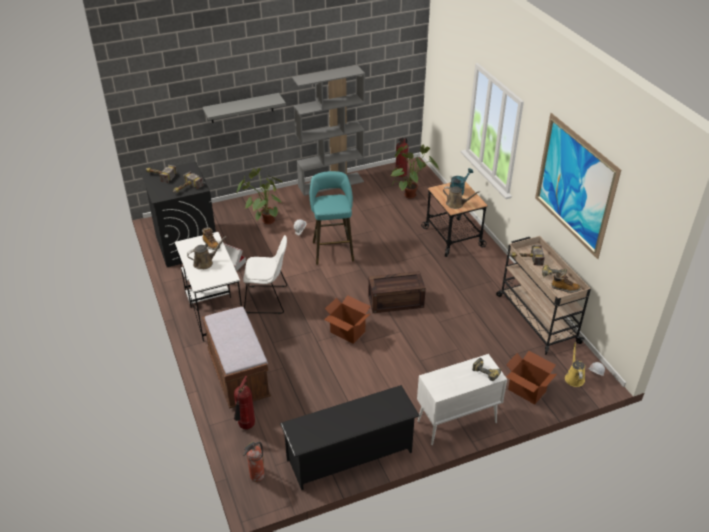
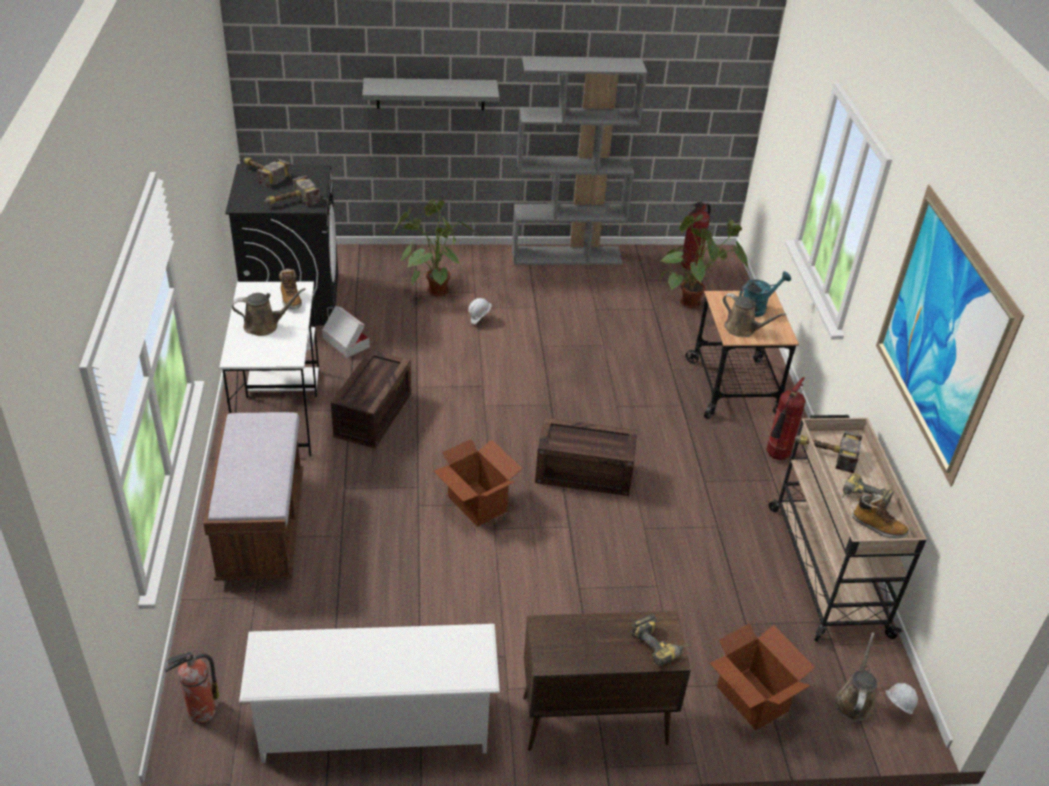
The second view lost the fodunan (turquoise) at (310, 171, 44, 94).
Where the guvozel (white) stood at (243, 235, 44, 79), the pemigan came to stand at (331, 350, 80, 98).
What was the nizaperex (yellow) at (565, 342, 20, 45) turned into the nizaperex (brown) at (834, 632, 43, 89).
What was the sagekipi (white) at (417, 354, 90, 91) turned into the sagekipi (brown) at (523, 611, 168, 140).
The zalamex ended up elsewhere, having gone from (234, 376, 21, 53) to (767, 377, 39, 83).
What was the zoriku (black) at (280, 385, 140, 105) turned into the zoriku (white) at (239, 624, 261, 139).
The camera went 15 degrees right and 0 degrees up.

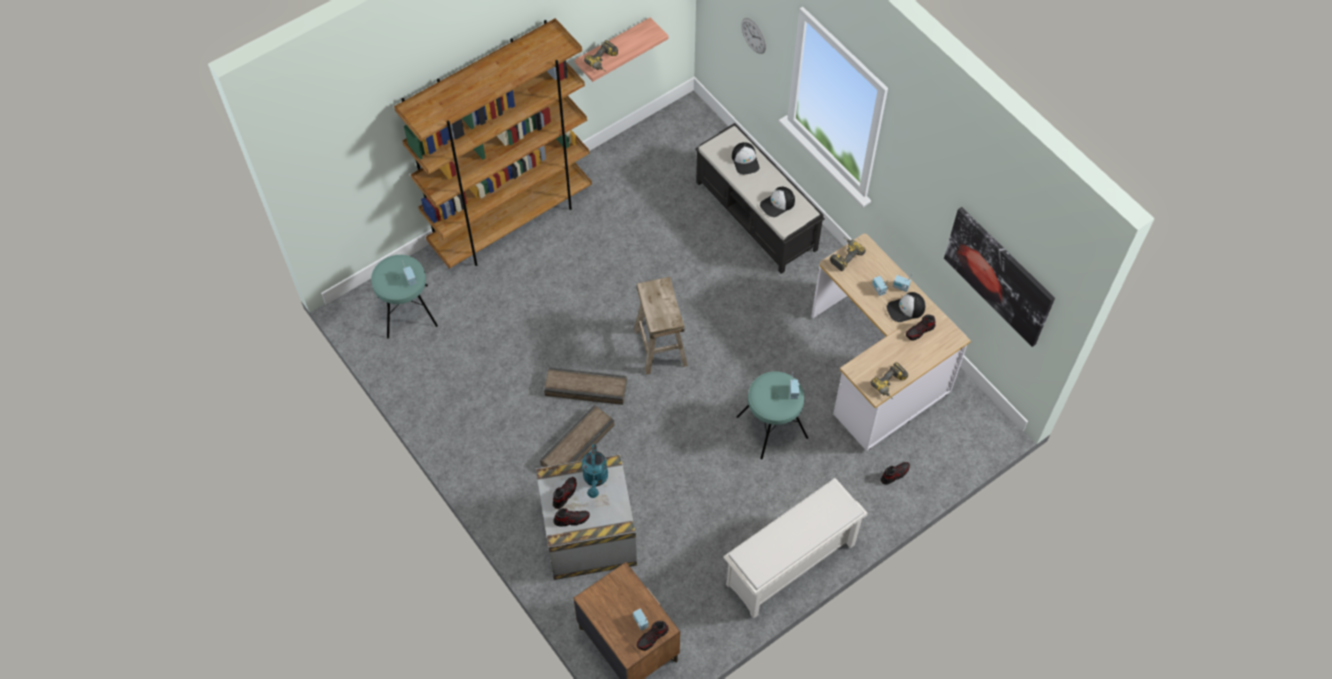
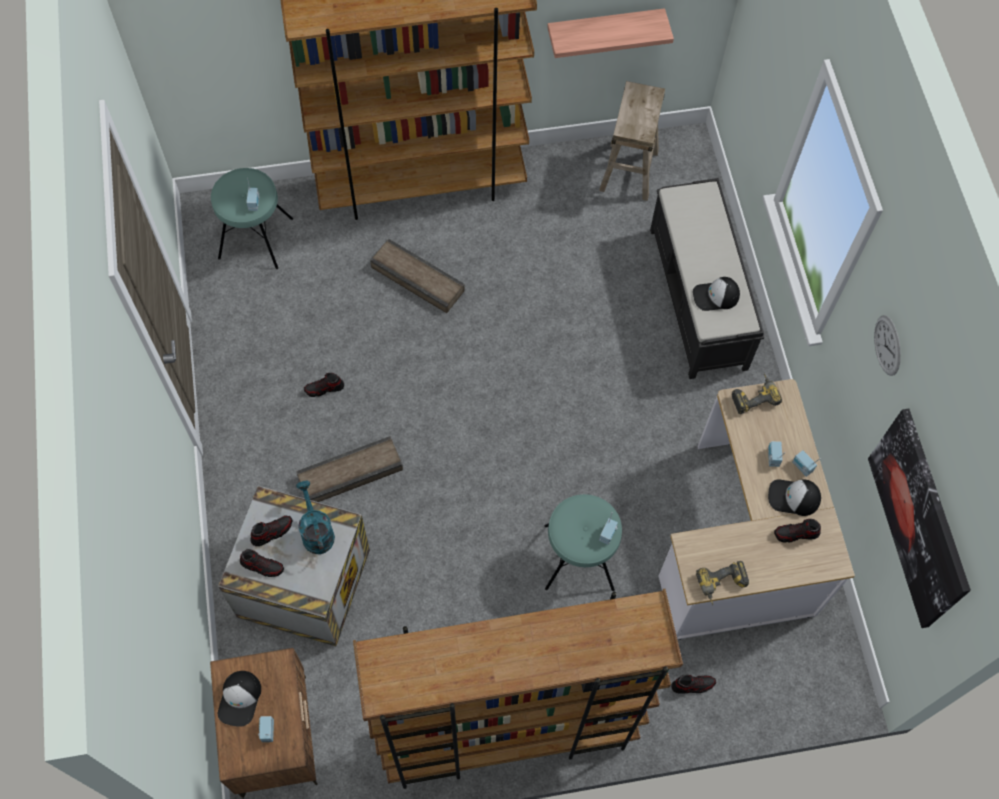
The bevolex ended up elsewhere, having gone from (741, 18, 25, 36) to (874, 315, 27, 61).
The second view lost the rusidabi at (584, 40, 34, 32).
The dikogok ended up elsewhere, having gone from (732, 142, 28, 33) to (217, 671, 44, 56).
The fodunan (beige) ended up elsewhere, having gone from (634, 277, 54, 98) to (599, 81, 66, 120).
The pemigan ended up elsewhere, having gone from (544, 367, 83, 38) to (370, 238, 95, 75).
The nizaperex (turquoise) at (582, 444, 26, 54) ended up facing another way, 135 degrees clockwise from before.
Where the zoriku (white) stood at (723, 478, 144, 141), the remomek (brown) came to stand at (353, 589, 330, 200).
The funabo ended up elsewhere, having gone from (637, 621, 32, 30) to (304, 373, 40, 24).
The camera went 25 degrees right and 5 degrees up.

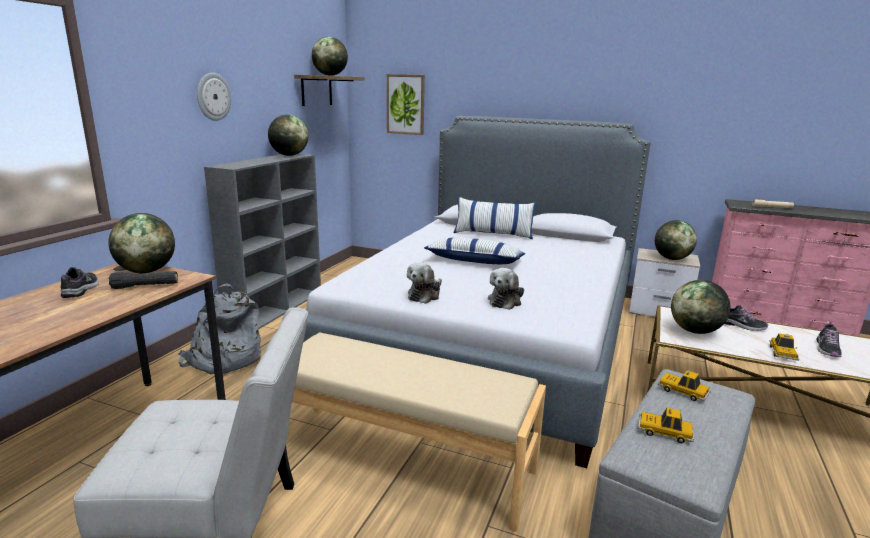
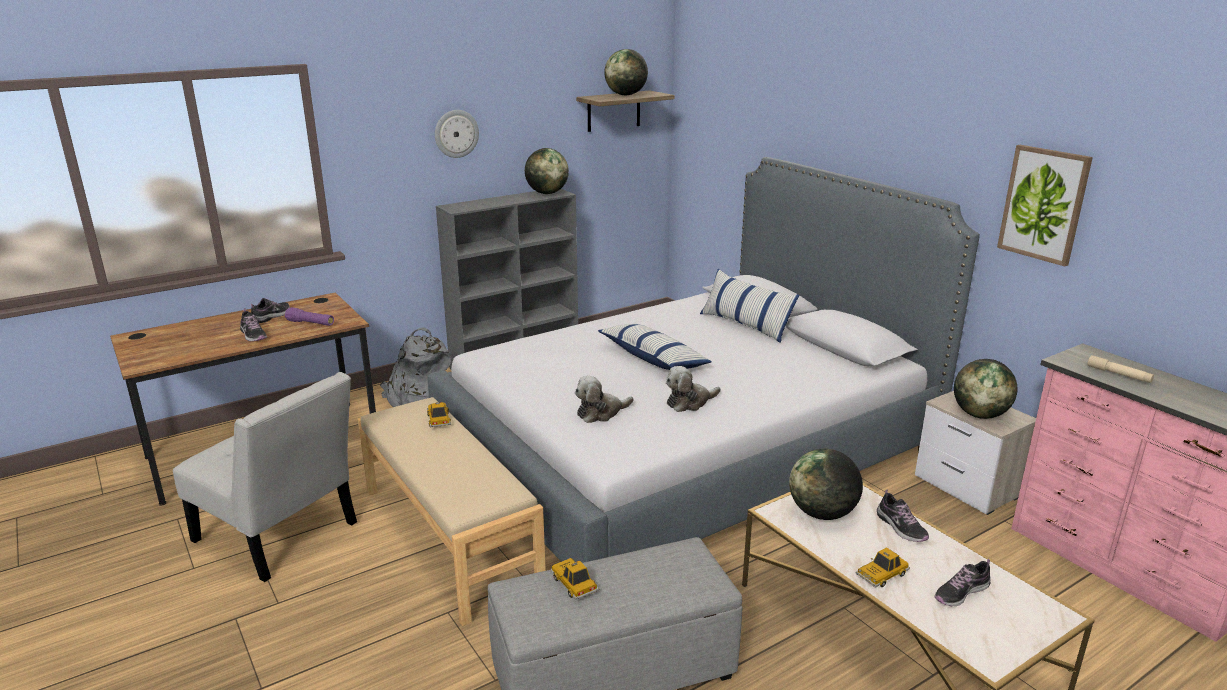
The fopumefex ended up elsewhere, having gone from (387, 74, 38, 61) to (997, 145, 96, 121).
The second view lost the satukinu at (108, 213, 67, 60).
The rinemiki ended up elsewhere, having gone from (407, 262, 35, 42) to (666, 366, 55, 46).
What was the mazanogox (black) at (109, 271, 69, 18) turned into the mazanogox (purple) at (285, 307, 49, 19).
The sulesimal ended up elsewhere, having gone from (657, 370, 54, 31) to (427, 402, 24, 25).
The second view gained the funabo at (240, 309, 27, 32).
The camera went 35 degrees right and 5 degrees up.

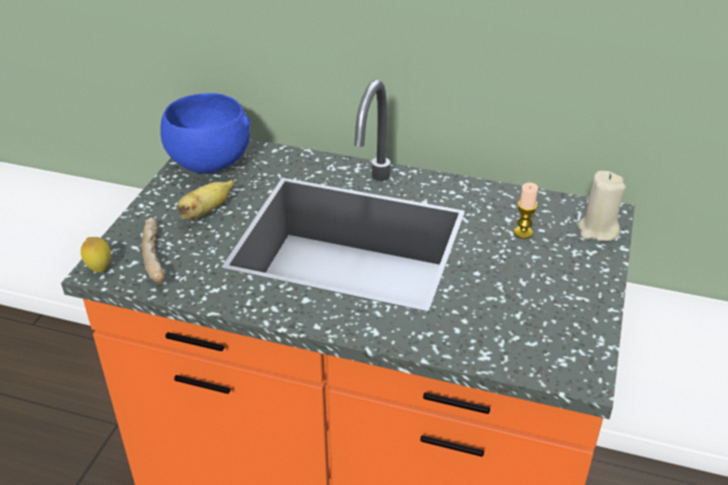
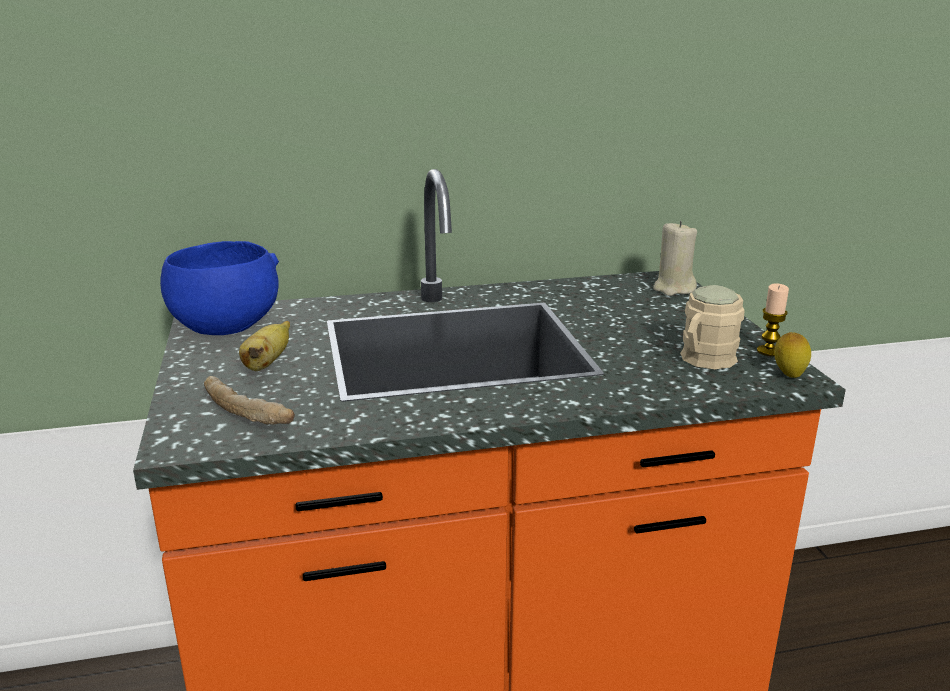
The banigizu ended up elsewhere, having gone from (514, 182, 24, 57) to (757, 283, 32, 73).
The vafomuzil ended up elsewhere, having gone from (81, 237, 30, 36) to (774, 332, 37, 46).
The second view gained the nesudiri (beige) at (680, 285, 64, 84).
The camera went 30 degrees left and 15 degrees down.

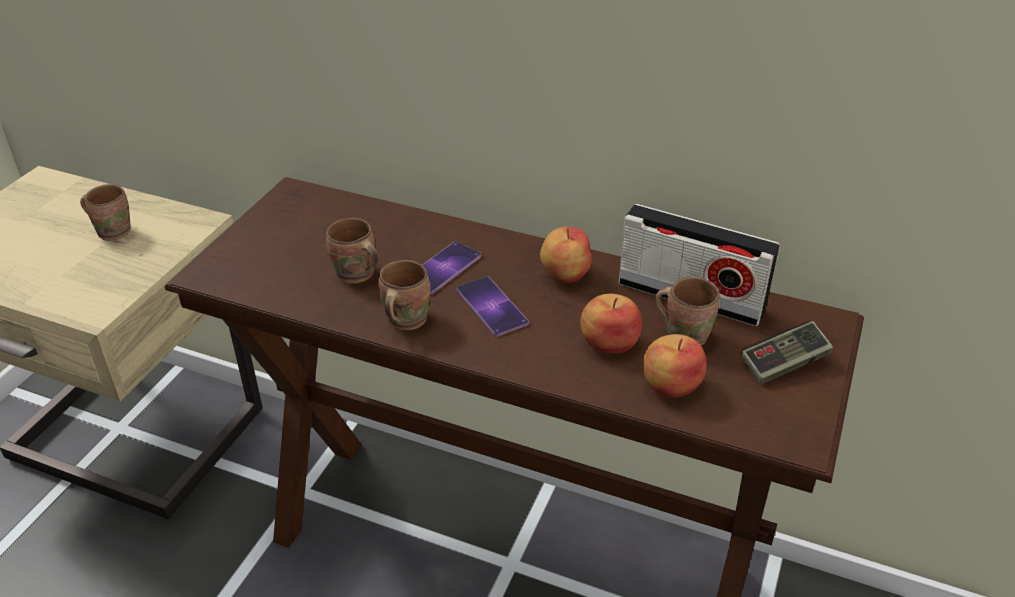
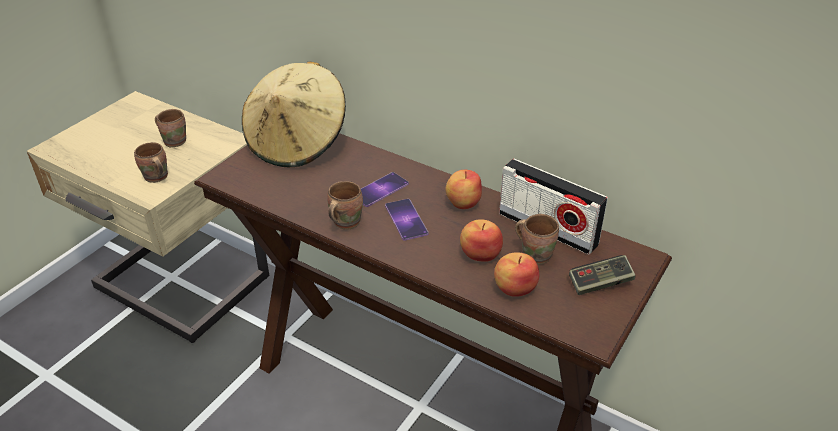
The nesudiri (brown) ended up elsewhere, having gone from (326, 218, 53, 66) to (134, 142, 34, 41).
The second view gained the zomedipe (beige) at (242, 61, 104, 106).
The camera went 10 degrees right and 0 degrees up.

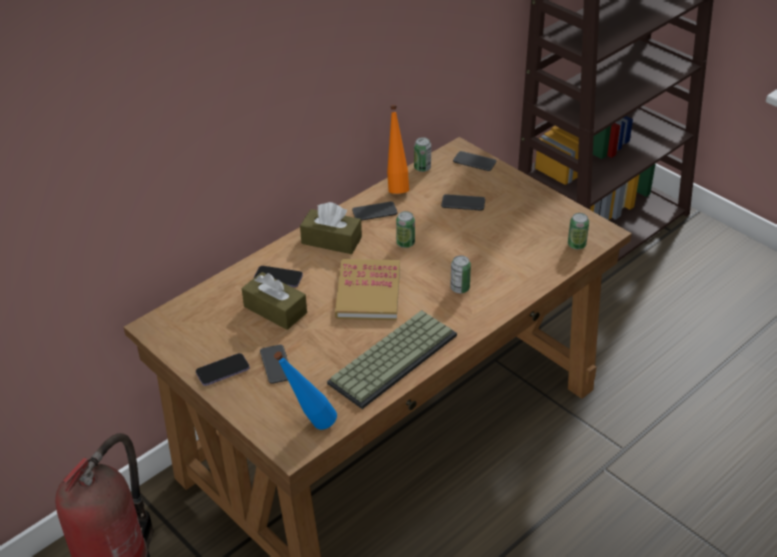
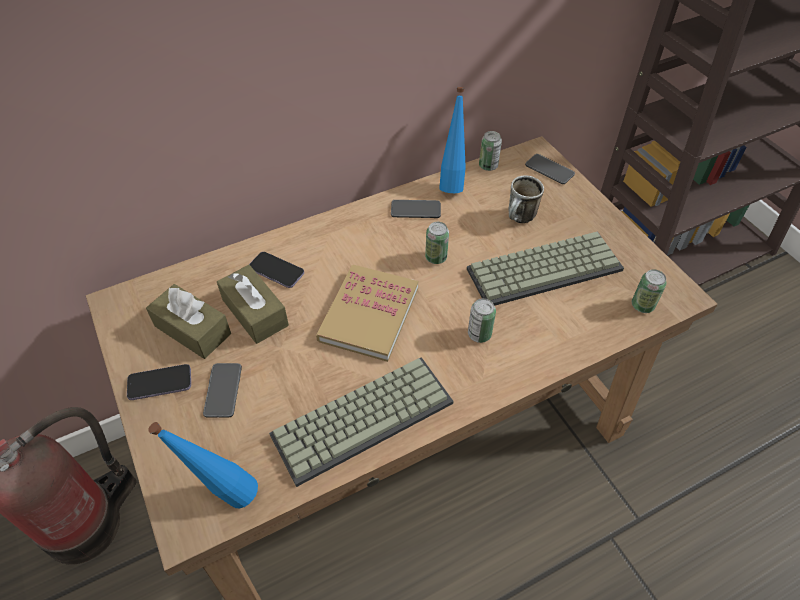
What was the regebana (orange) at (387, 105, 22, 89) turned into the regebana (blue) at (439, 87, 27, 106).
Where the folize stood at (441, 194, 44, 17), the nesudiri came to stand at (508, 175, 36, 48).
The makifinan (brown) ended up elsewhere, having gone from (300, 202, 62, 52) to (146, 284, 85, 75).
The second view gained the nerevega at (467, 231, 157, 75).
The camera went 15 degrees right and 10 degrees up.

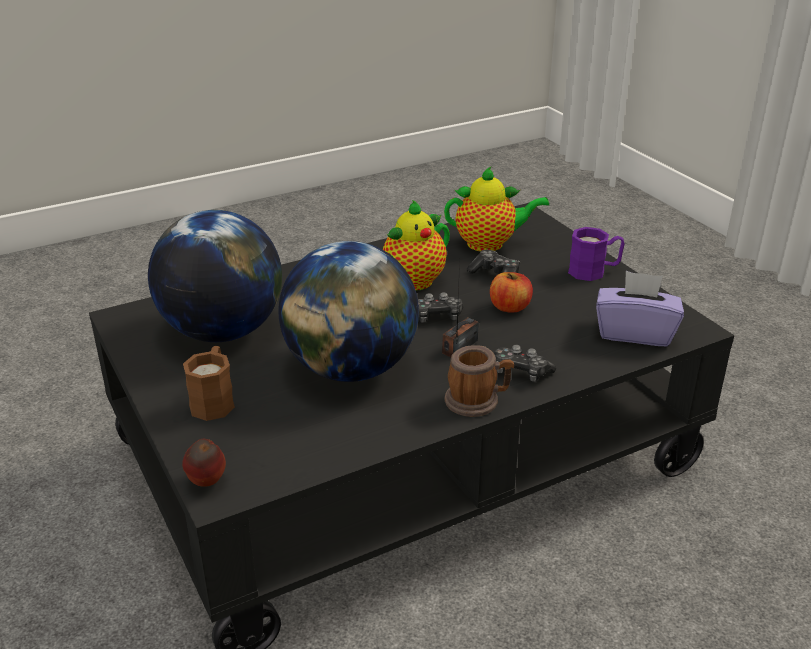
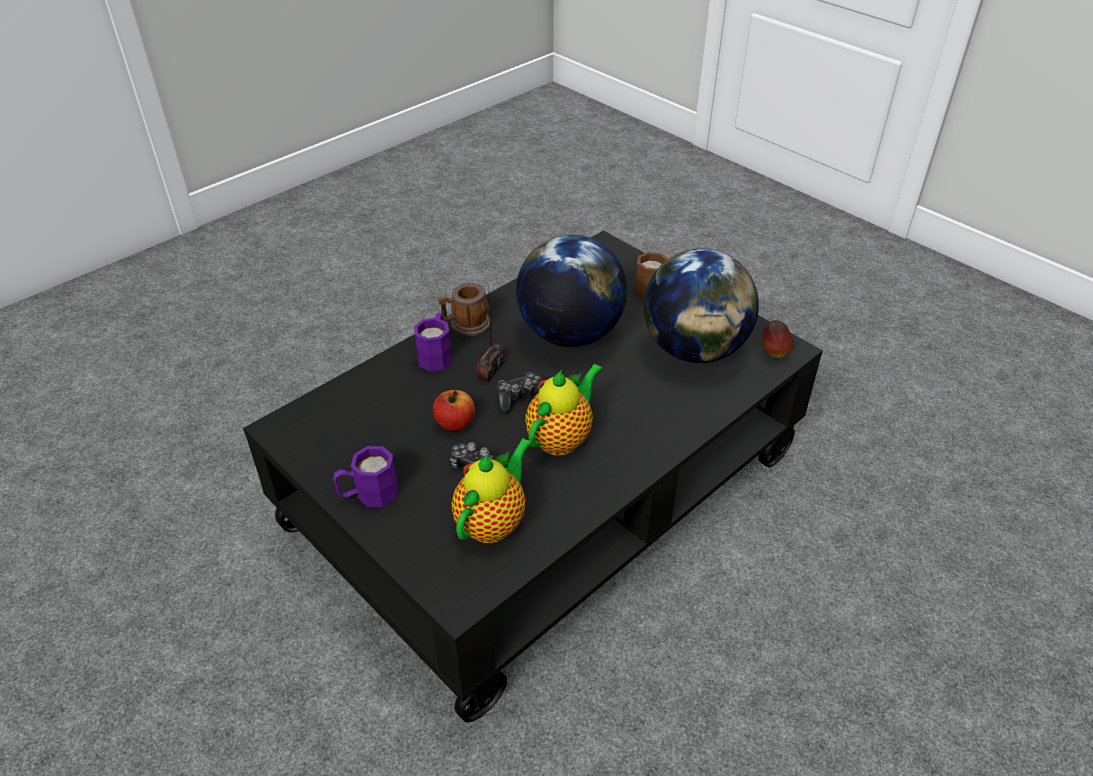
The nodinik at (444, 167, 105, 85) ended up facing another way, 135 degrees clockwise from before.
The second view lost the makifinan (purple) at (596, 271, 88, 75).
Where the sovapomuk stood at (494, 345, 62, 37), the nesudiri (purple) came to stand at (414, 313, 38, 59).
The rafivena ended up elsewhere, having gone from (182, 439, 44, 48) to (763, 320, 31, 38).
The camera went 165 degrees right and 10 degrees up.

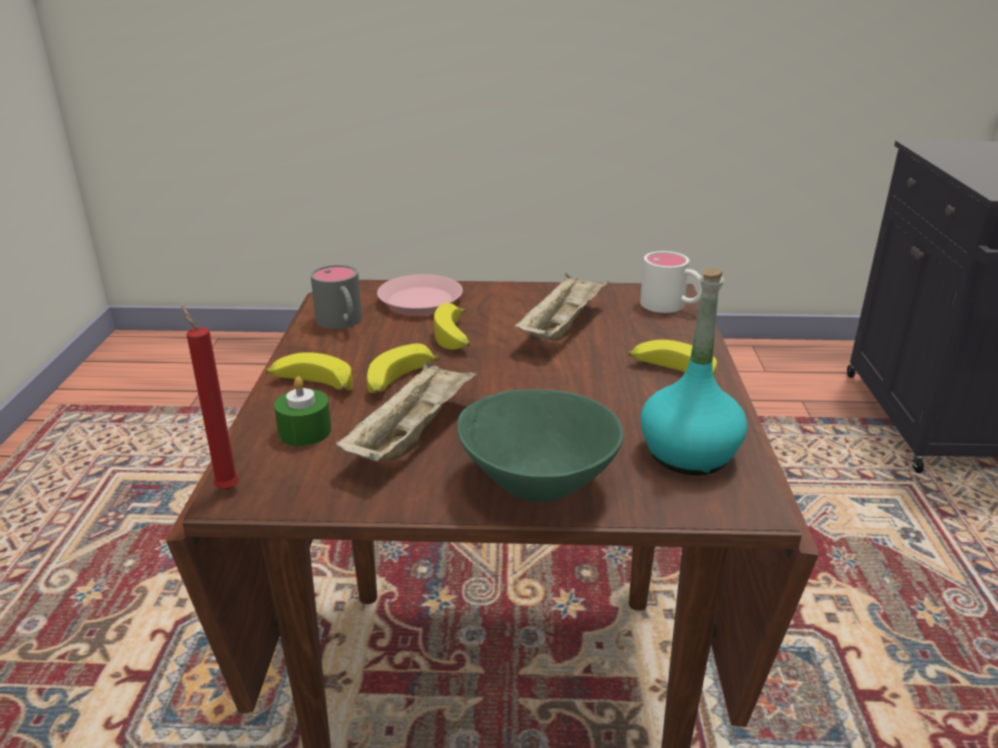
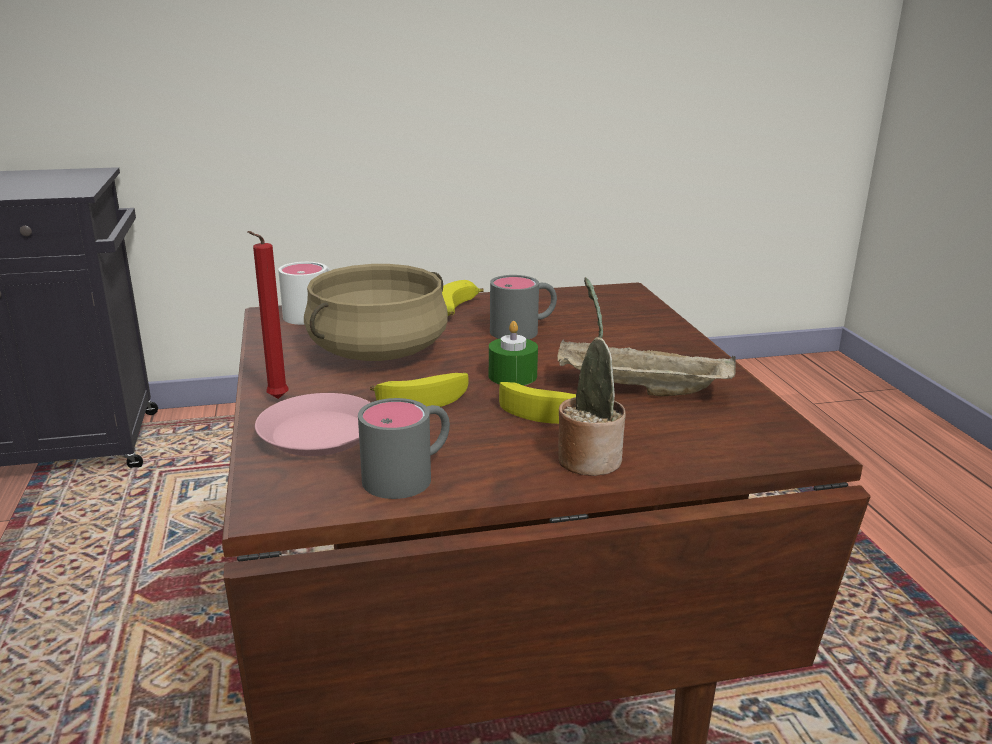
The second view lost the regebana (turquoise) at (640, 268, 108, 207).
Where the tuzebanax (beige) stood at (514, 273, 95, 68), the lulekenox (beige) came to stand at (304, 264, 144, 97).
The banigizu (red) ended up elsewhere, having gone from (181, 306, 58, 184) to (247, 231, 41, 168).
Where the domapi stood at (266, 352, 87, 39), the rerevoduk came to stand at (558, 277, 68, 199).
The banigizu (green) ended up elsewhere, having gone from (274, 377, 57, 69) to (489, 321, 49, 65).
The second view lost the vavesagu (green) at (457, 389, 166, 113).
The second view gained the nesudiri (grey) at (490, 275, 67, 64).
The camera went 105 degrees left and 5 degrees down.

